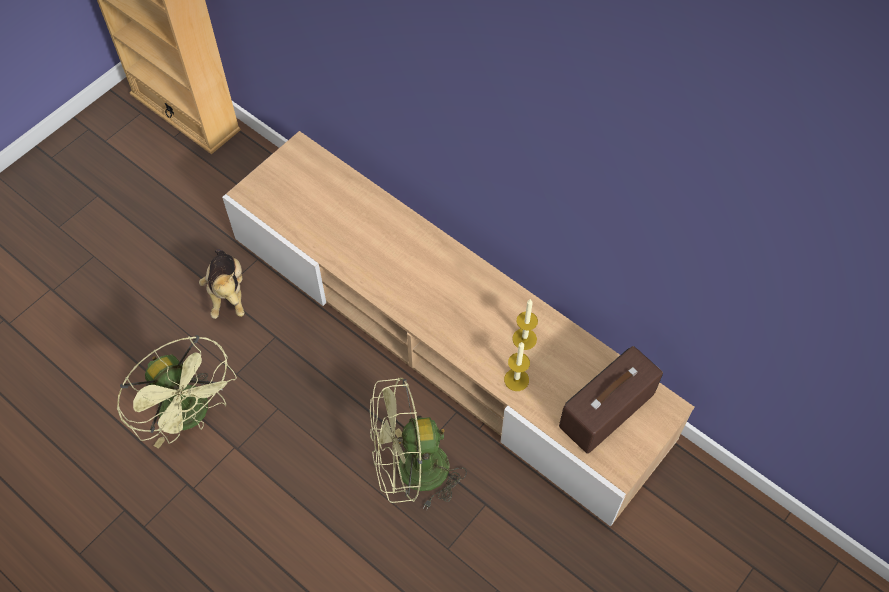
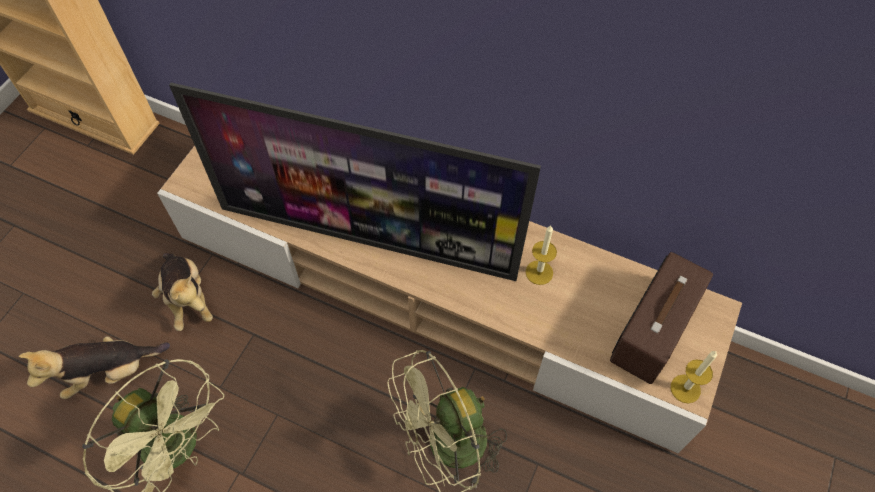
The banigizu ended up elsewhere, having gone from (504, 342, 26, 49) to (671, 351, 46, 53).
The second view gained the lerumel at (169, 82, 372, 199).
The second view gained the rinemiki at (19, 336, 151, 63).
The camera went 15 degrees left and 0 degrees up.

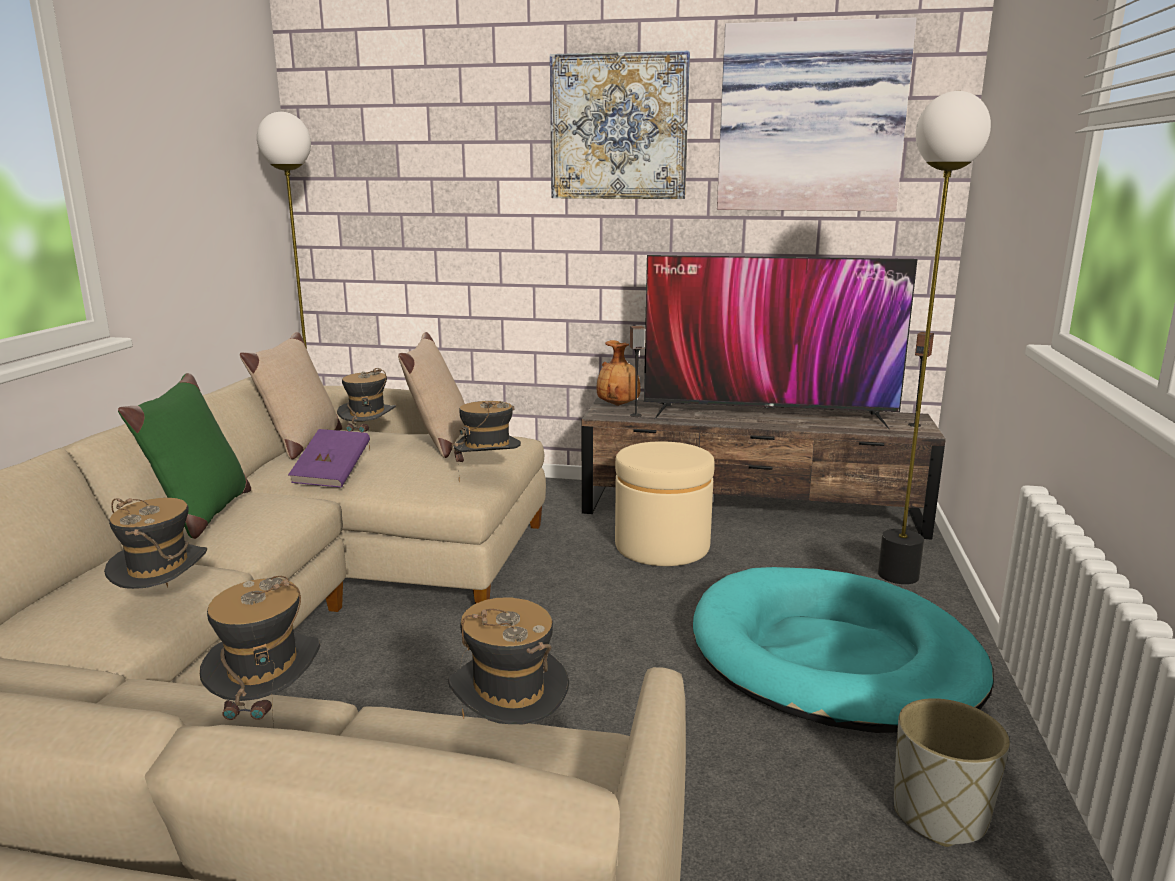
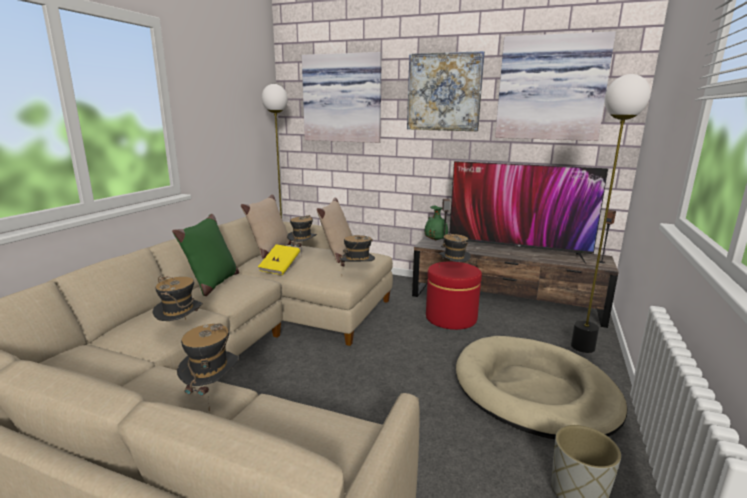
What was the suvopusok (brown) at (597, 340, 44, 66) turned into the suvopusok (green) at (425, 206, 23, 34).
What was the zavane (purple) at (288, 429, 82, 59) turned into the zavane (yellow) at (258, 244, 42, 31).
What was the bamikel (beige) at (615, 441, 100, 125) turned into the bamikel (red) at (426, 262, 56, 68).
What was the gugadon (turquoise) at (693, 567, 301, 166) turned into the gugadon (beige) at (456, 336, 172, 103).
The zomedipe ended up elsewhere, having gone from (448, 597, 121, 127) to (438, 233, 33, 29).
The second view gained the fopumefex at (302, 52, 80, 91).
The camera went 10 degrees right and 0 degrees up.

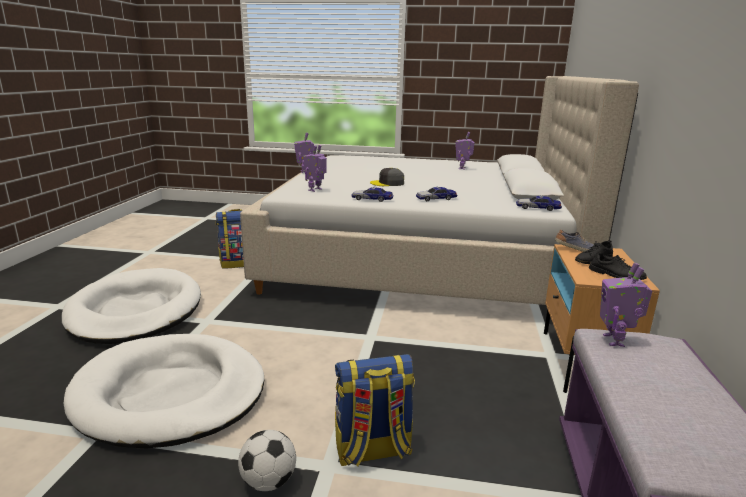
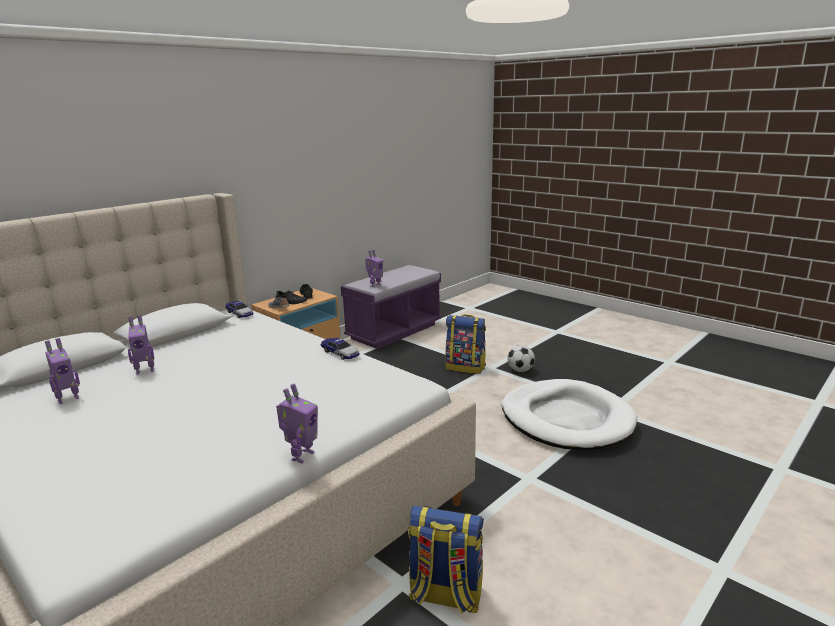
The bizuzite ended up elsewhere, having gone from (303, 145, 24, 47) to (128, 315, 26, 59).
The second view lost the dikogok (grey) at (370, 168, 34, 18).
The second view lost the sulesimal at (416, 187, 41, 14).
The second view lost the gugadon (white) at (62, 268, 139, 76).
The camera went 145 degrees left and 0 degrees up.

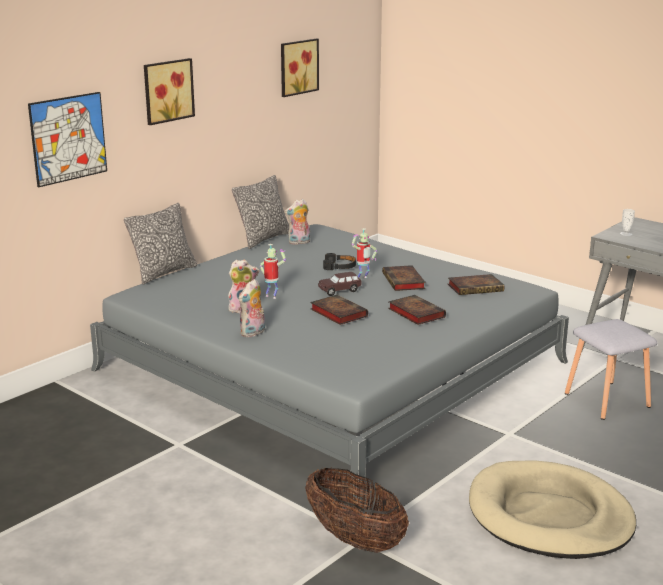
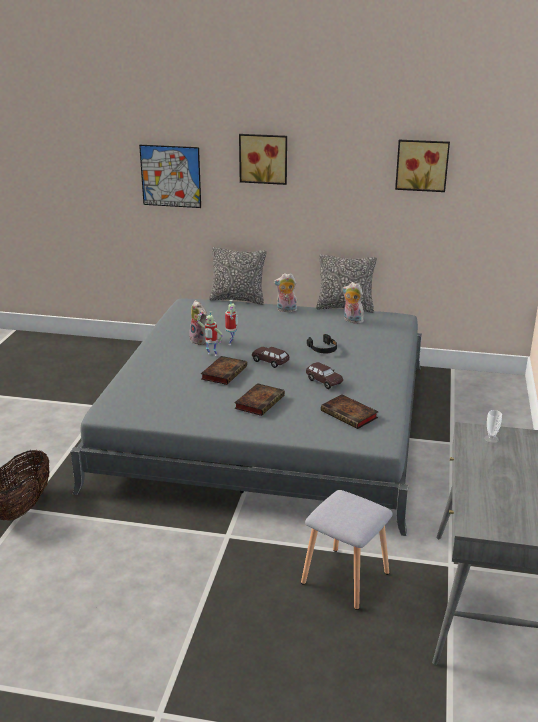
The bizuzite ended up elsewhere, having gone from (352, 228, 25, 50) to (197, 311, 26, 45).
Where the zavane stood at (382, 265, 43, 26), the sulesimal (brown) came to stand at (306, 362, 37, 27).
The rinemiki ended up elsewhere, having gone from (239, 279, 26, 58) to (274, 273, 23, 39).
The second view lost the gugadon (beige) at (469, 460, 167, 99).
The camera went 60 degrees right and 5 degrees up.

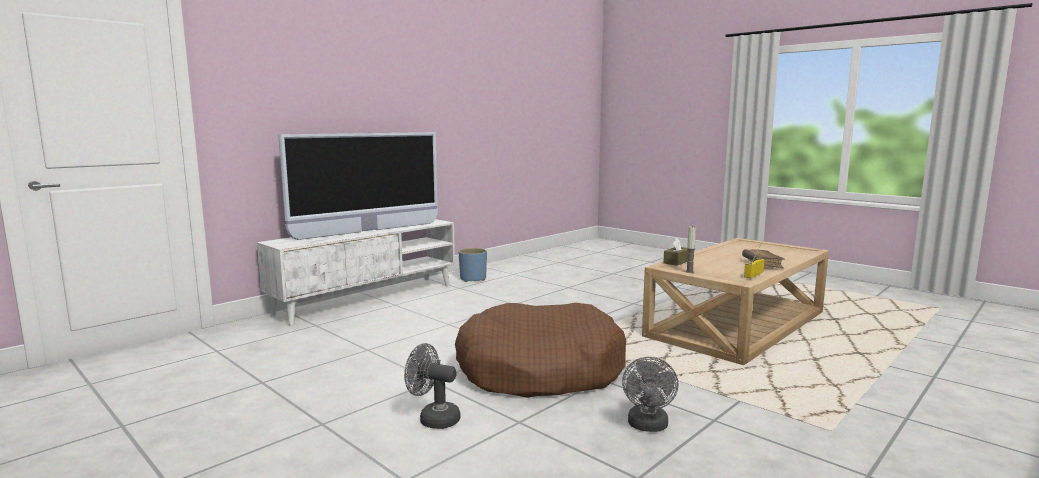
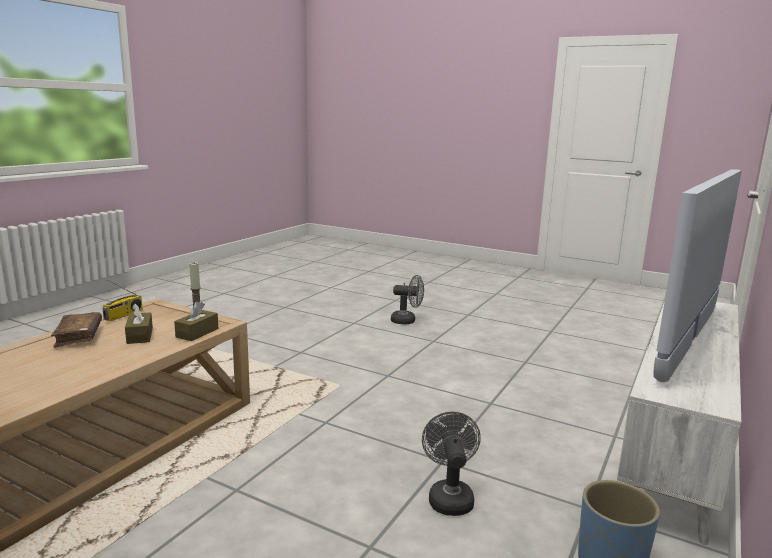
The second view lost the gugadon (brown) at (455, 303, 171, 95).
The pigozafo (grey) ended up elsewhere, having gone from (622, 357, 57, 75) to (422, 411, 59, 105).
The second view gained the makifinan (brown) at (125, 304, 28, 40).
The camera went 165 degrees right and 5 degrees up.

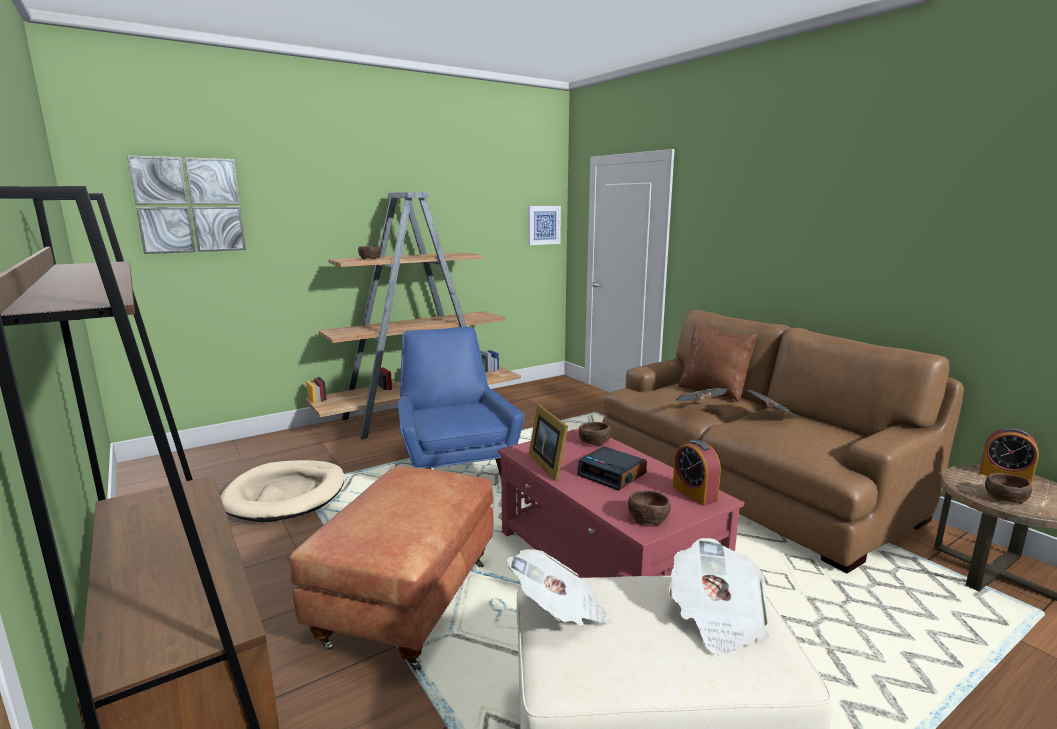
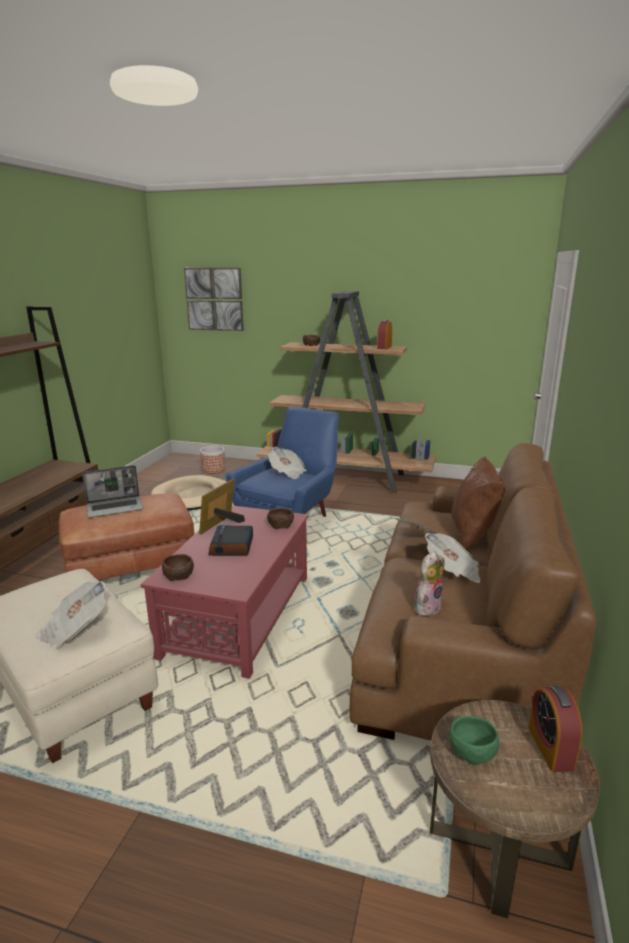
The second view lost the fopumefex at (528, 206, 33, 39).
The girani ended up elsewhere, having gone from (673, 440, 48, 66) to (377, 320, 15, 29).
What was the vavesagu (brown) at (985, 473, 47, 31) turned into the vavesagu (green) at (449, 716, 50, 49).
The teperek ended up elsewhere, having gone from (507, 549, 105, 77) to (268, 447, 39, 32).
The second view gained the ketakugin at (200, 446, 26, 28).
The second view gained the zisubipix at (82, 465, 61, 53).
The second view gained the rinemiki at (414, 551, 30, 65).
The camera went 50 degrees right and 5 degrees up.

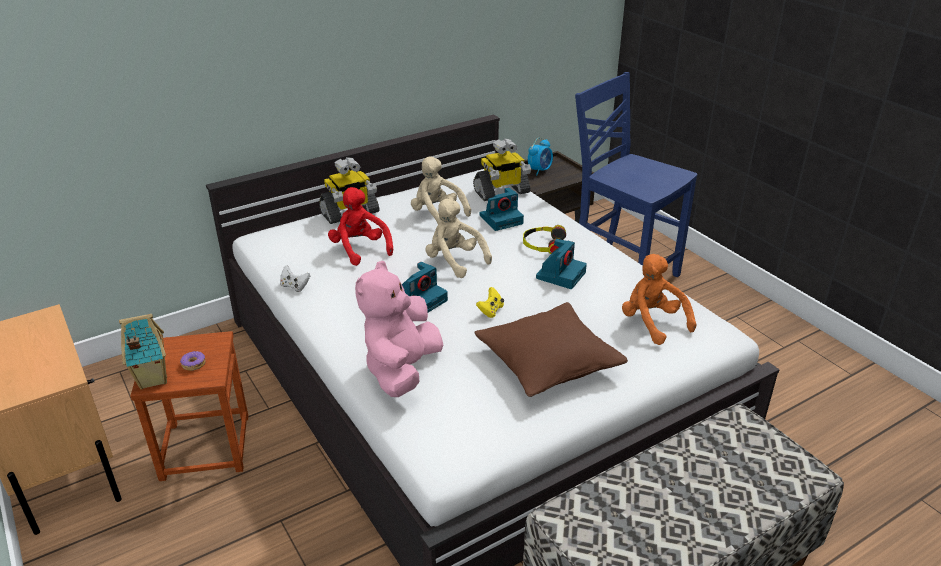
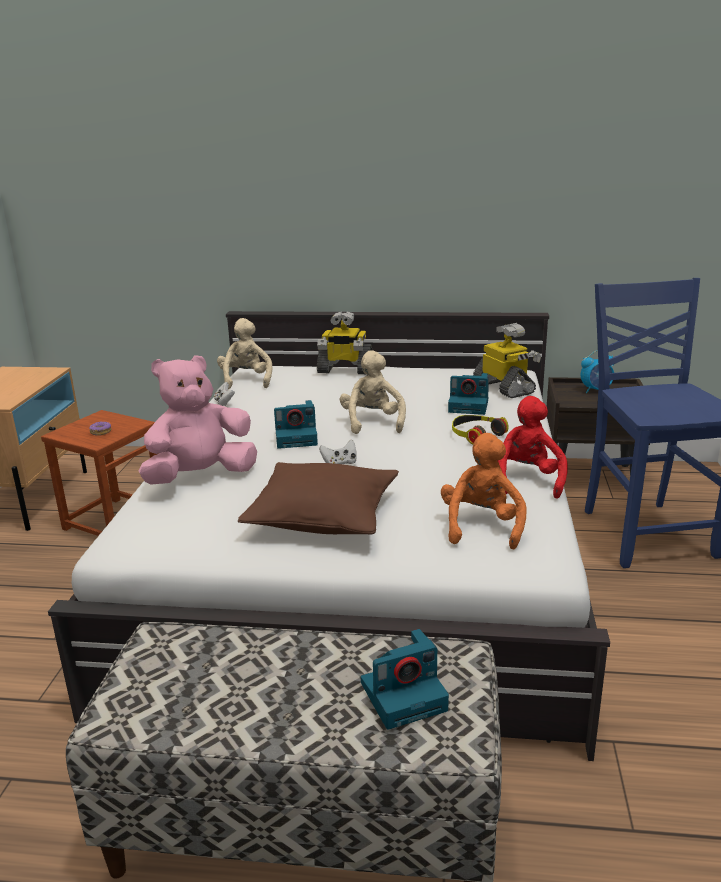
The bizuzite at (473, 138, 58, 63) ended up facing another way, 135 degrees counterclockwise from before.
The rinemiki (beige) ended up elsewhere, having gone from (411, 157, 60, 68) to (217, 318, 55, 71).
The rinemiki (red) ended up elsewhere, having gone from (328, 187, 65, 79) to (497, 396, 71, 103).
The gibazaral ended up elsewhere, having gone from (536, 239, 51, 50) to (361, 629, 88, 100).
What was the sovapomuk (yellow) at (476, 287, 28, 31) turned into the sovapomuk (white) at (319, 439, 38, 25).
The second view lost the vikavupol at (119, 314, 48, 75).
The camera went 40 degrees right and 10 degrees down.

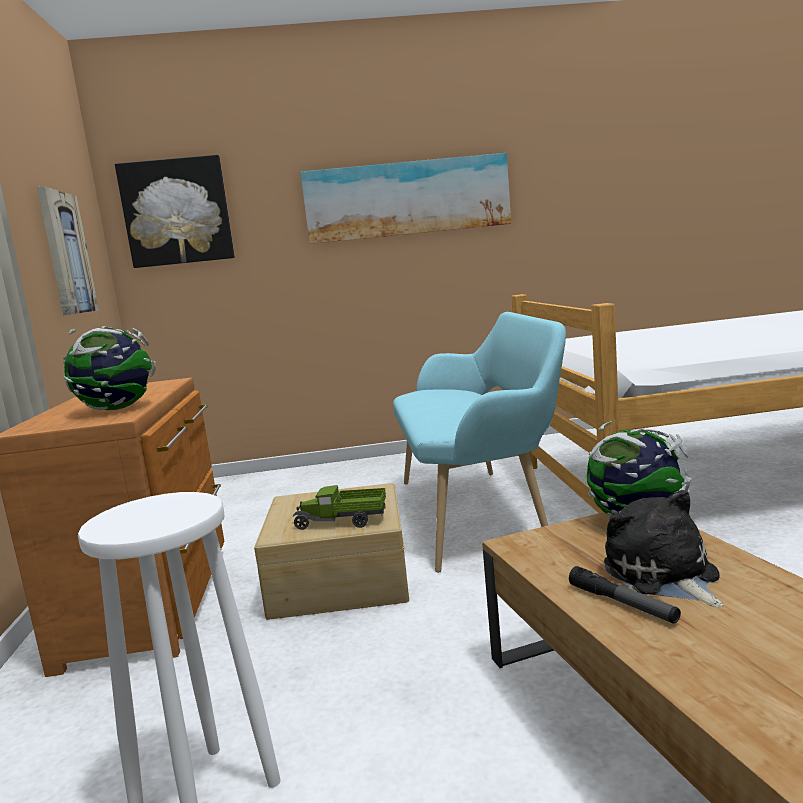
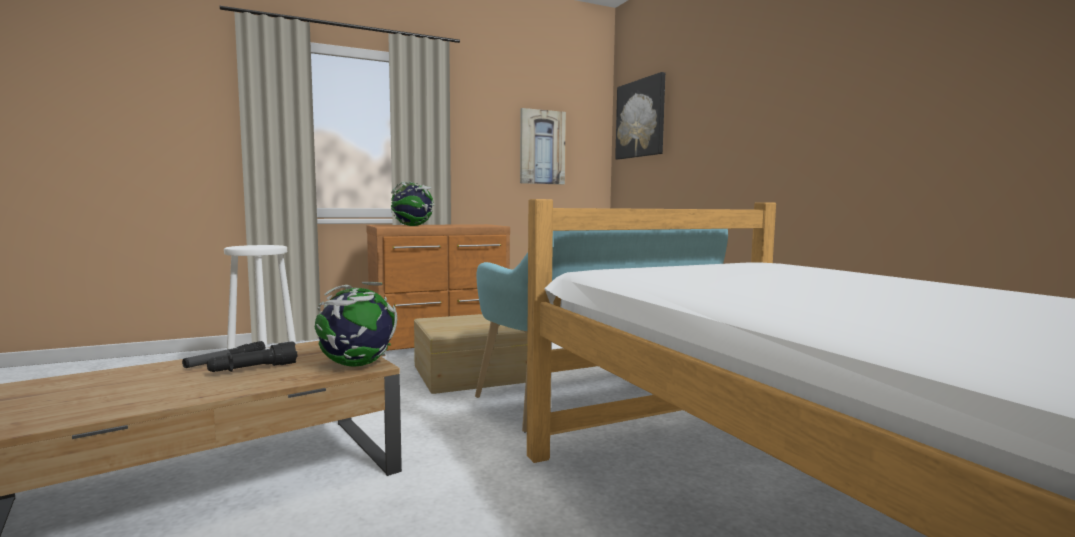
The second view lost the fopumefex at (300, 153, 211, 91).
The second view lost the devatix at (293, 485, 93, 45).
Where the rinemiki stood at (604, 490, 119, 117), the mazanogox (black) came to stand at (207, 341, 90, 31).
The camera went 70 degrees right and 5 degrees down.

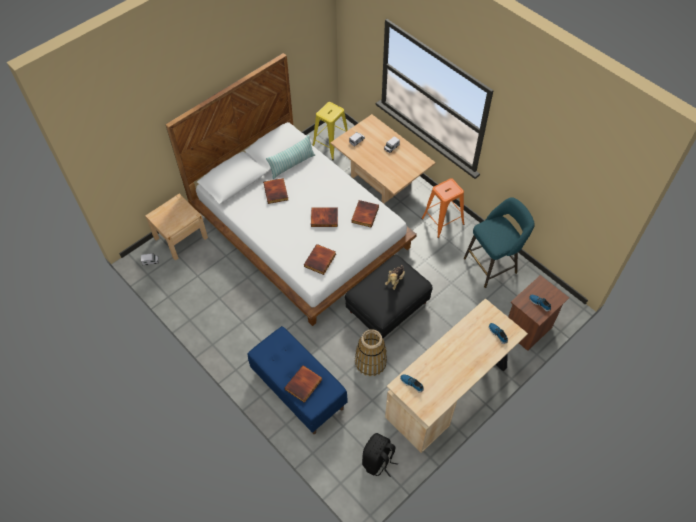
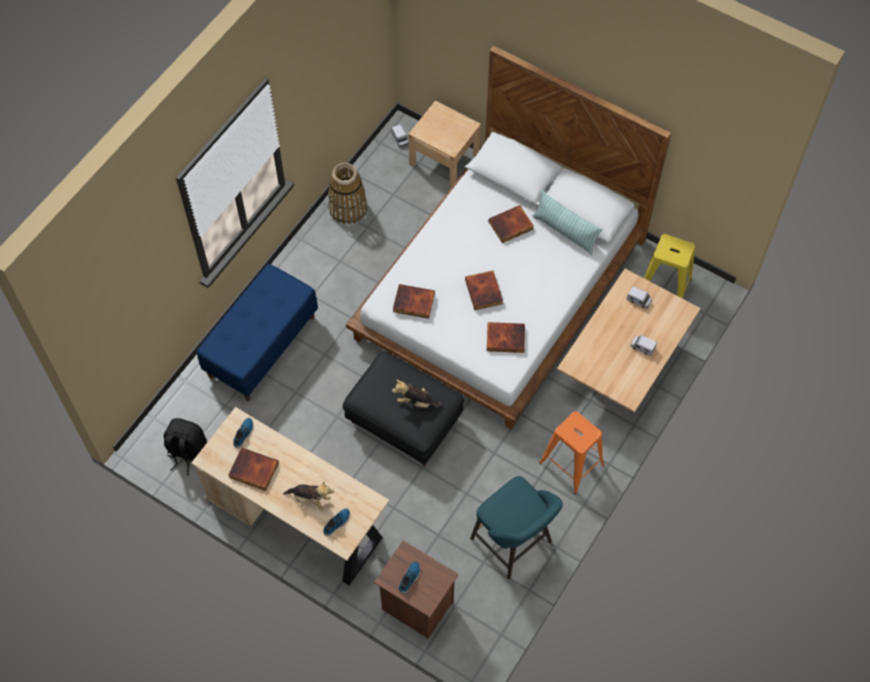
The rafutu ended up elsewhere, having gone from (355, 329, 32, 47) to (328, 163, 39, 62).
The zavane ended up elsewhere, having gone from (285, 365, 37, 38) to (228, 448, 51, 43).
The second view gained the rinemiki at (283, 481, 51, 30).
The camera went 75 degrees right and 5 degrees up.

